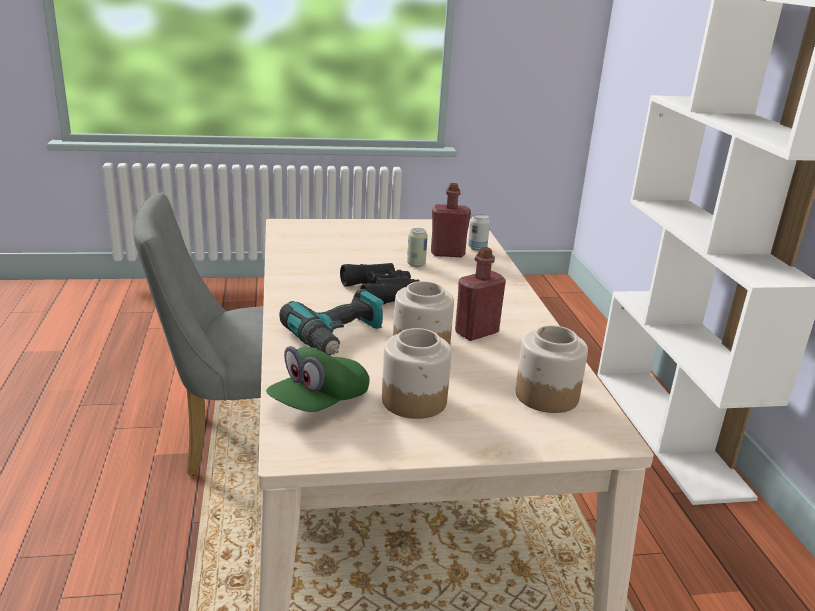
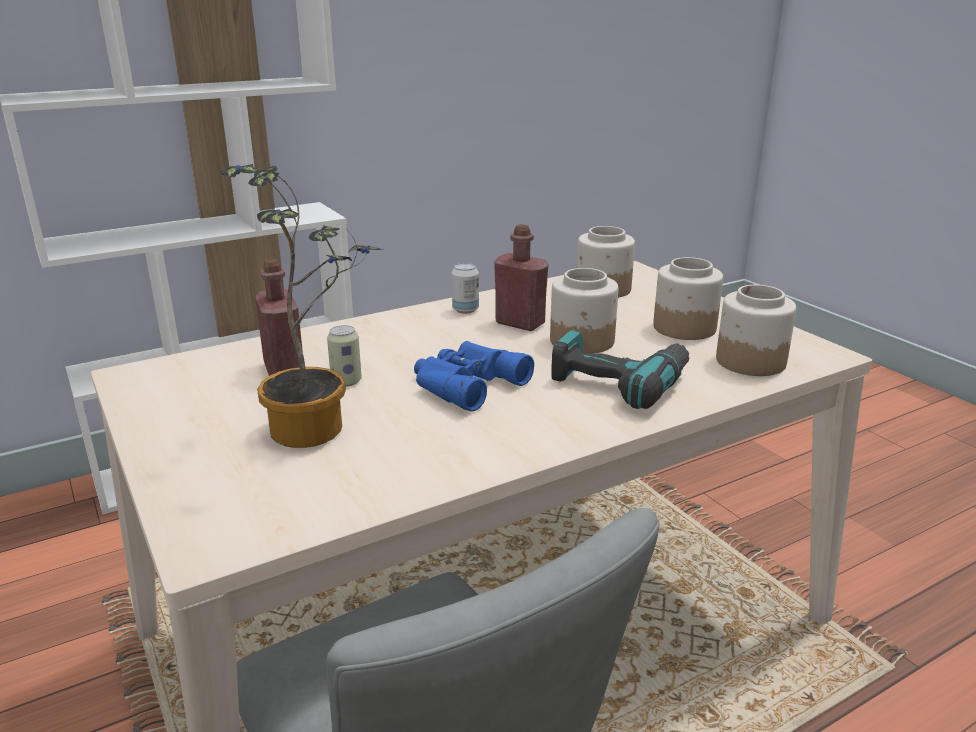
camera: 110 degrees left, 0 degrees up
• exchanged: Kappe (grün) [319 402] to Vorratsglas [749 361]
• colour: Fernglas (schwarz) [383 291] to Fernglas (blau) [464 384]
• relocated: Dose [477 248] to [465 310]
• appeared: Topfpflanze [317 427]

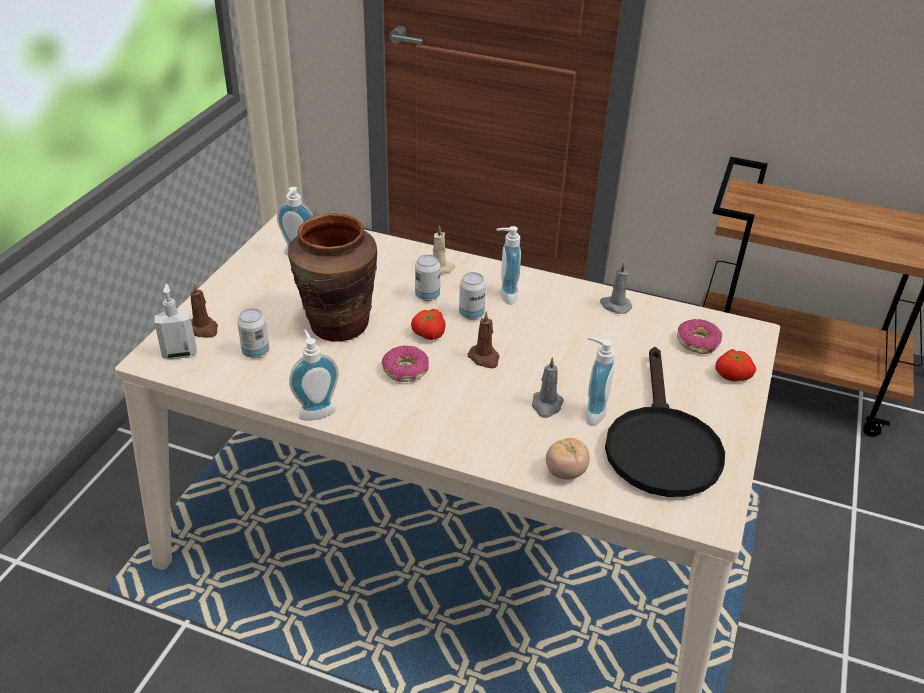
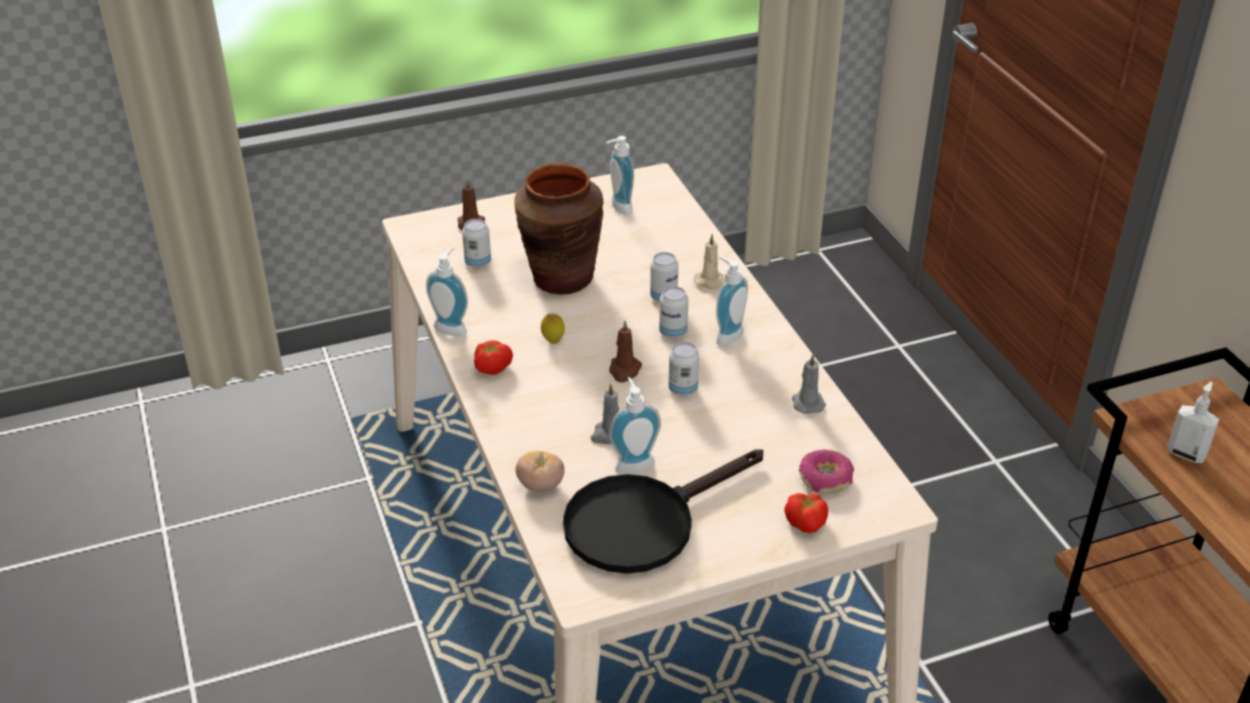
camera: 50 degrees right, 0 degrees up
• relocated: Seifenspender [179 353] to [1186 454]
• exchanged: Donut [405 370] to Zitrone [553 341]
• relocated: Tomate [428 334] to [492 367]
• appeared: Dose [683 389]

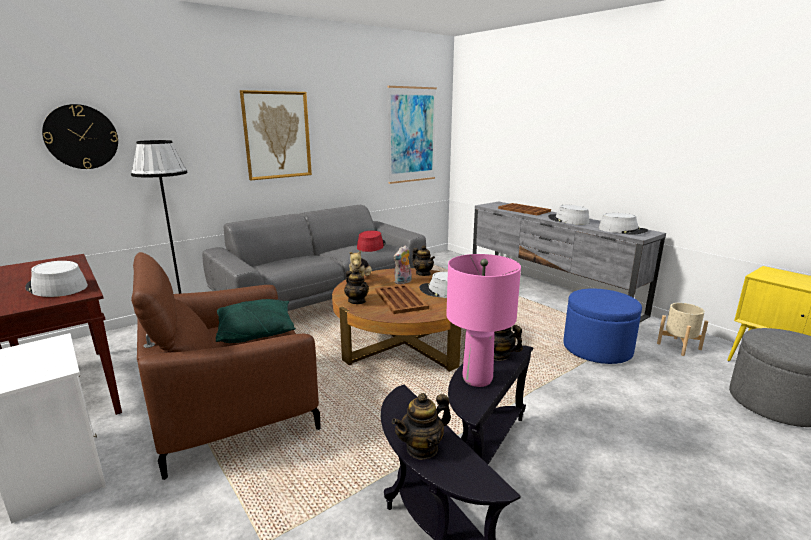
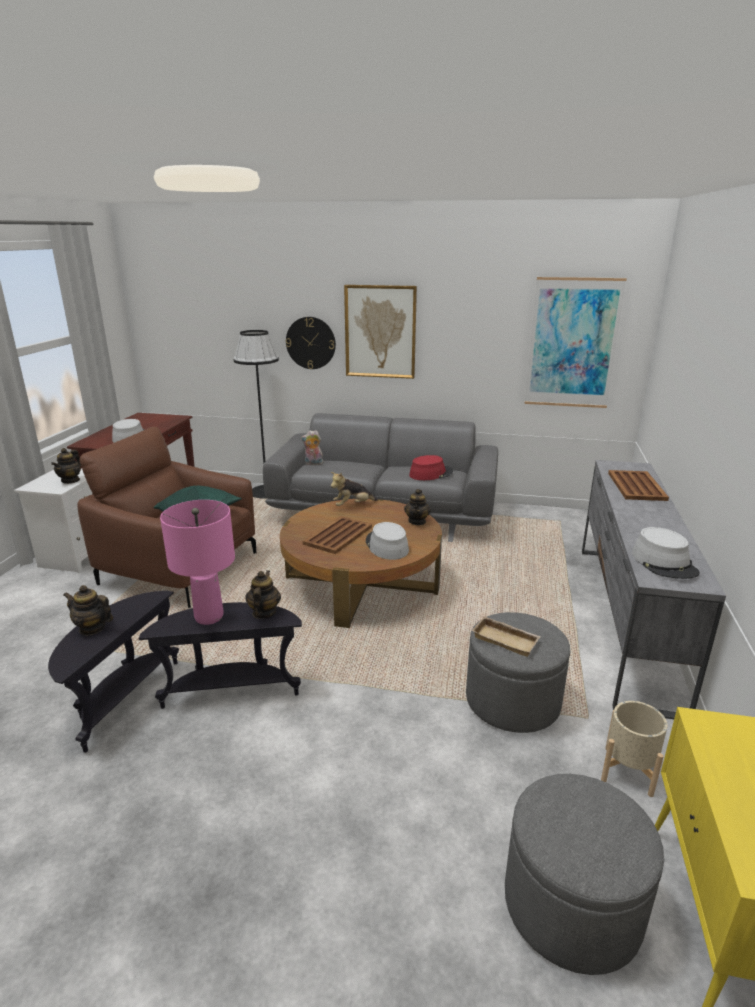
camera: 50 degrees right, 5 degrees up
• relocated: Wanduhr [81 137] to [310 343]
• relocated: Teekanne [357 301] to [70 480]
• relocated: Plüschtier [403 282] to [313 464]
• missing: Hut (grau) [568 220]
• colour: Polsterhocker (blau) [597 349] to Polsterhocker (grau) [512 701]
• appeared: Tablett (beige) [506 639]

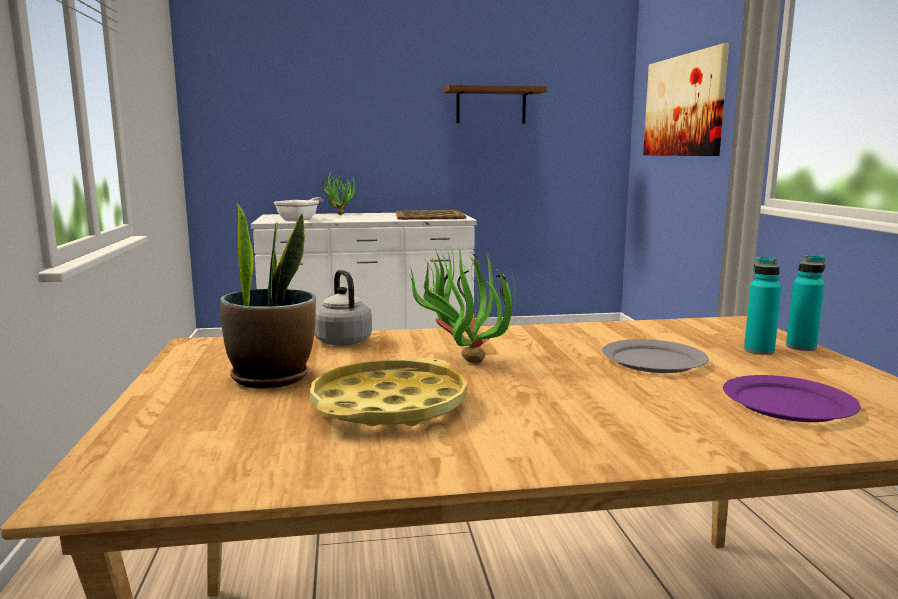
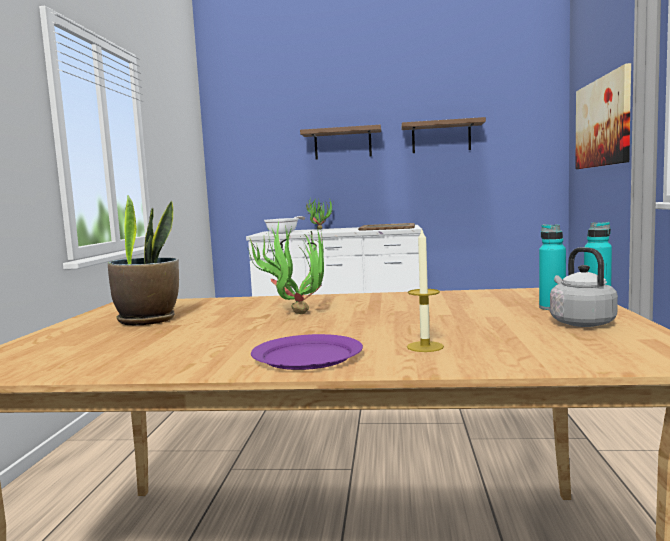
camera: 15 degrees right, 5 degrees down
• missing: Tablett (gelb) [389 406]
• relocated: Wasserkessel (grau) [342 340] to [580 322]
• missing: Teller (grau) [652 360]
• relocated: Teller (lila) [788 404] to [306 356]
• appeared: Wandregal (braun) [342 144]
• appeared: Kerze [425 347]

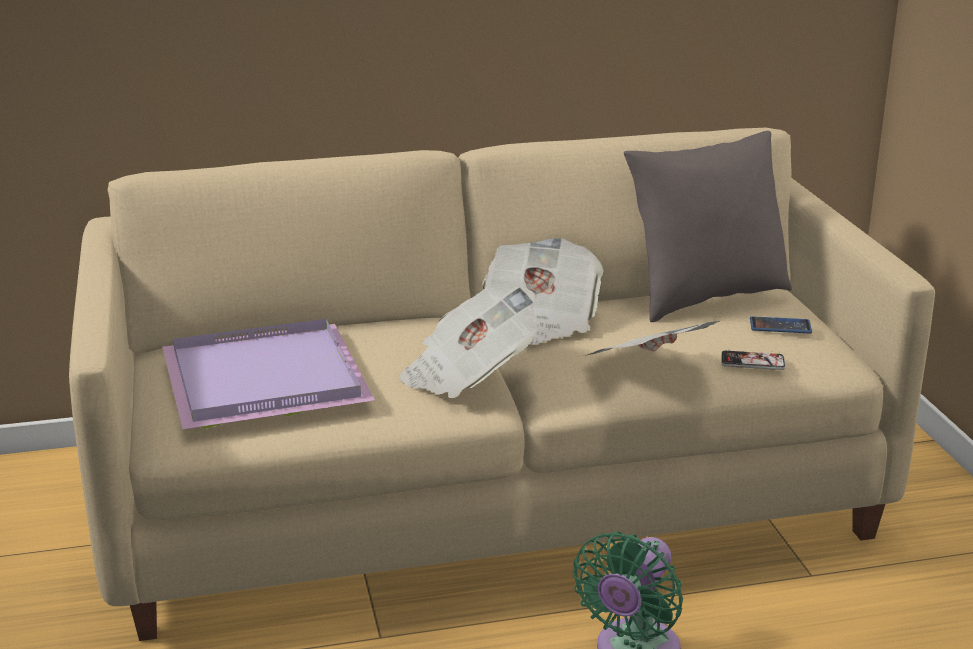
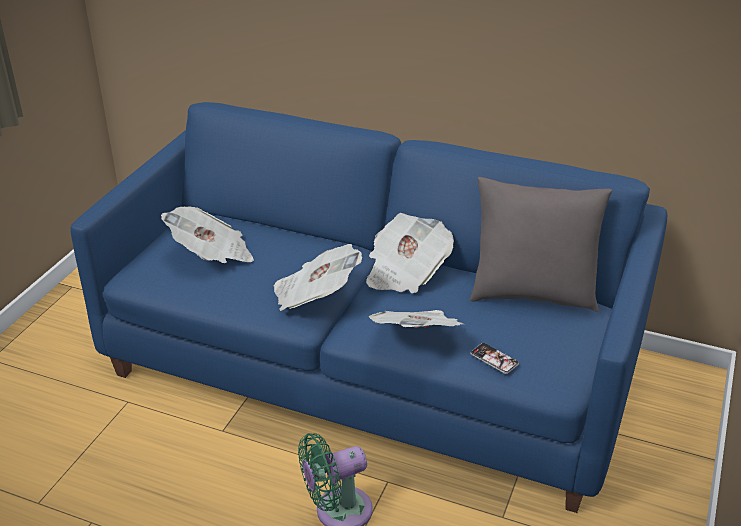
camera: 35 degrees right, 10 degrees up
• colour: Sofa (beige) [488 493] to Sofa (blau) [372 365]
• exchanged: Tablett (lila) [268 378] to Zeitung [212 255]
• missing: Handy [780 326]

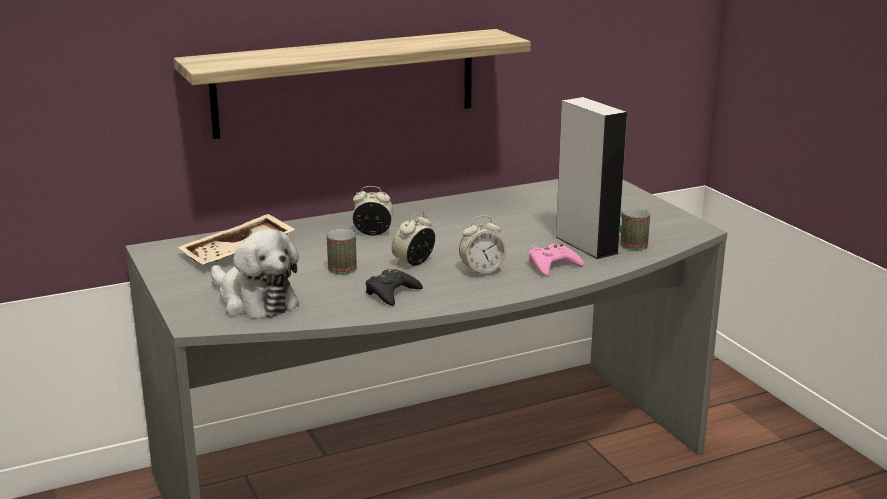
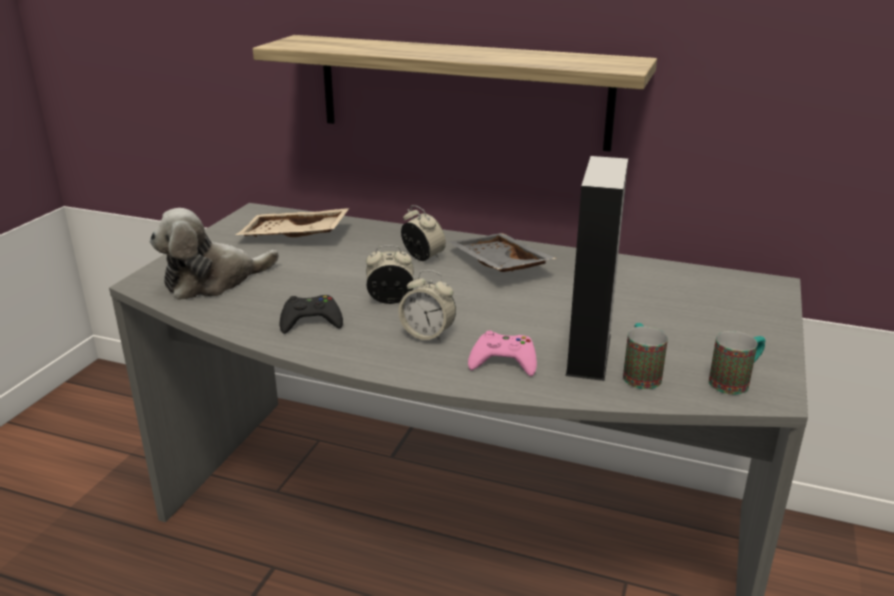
camera: 45 degrees right, 5 degrees up
• spun: Plüschtier [254 301] = [213 281] 60 degrees clockwise
• relocated: Henkelbecher [345 266] to [735 381]
• appeared: Tablett (grau) [497 265]

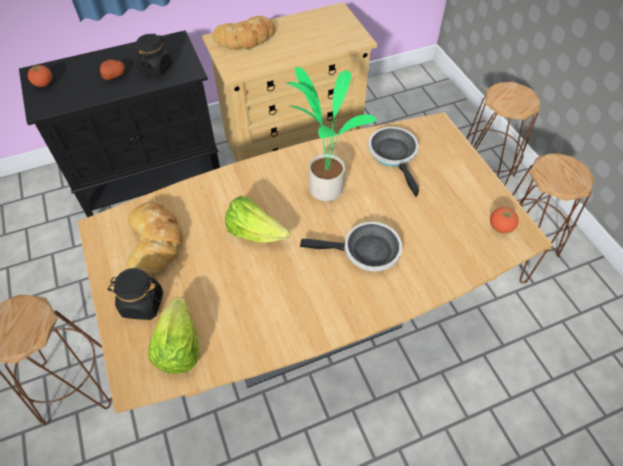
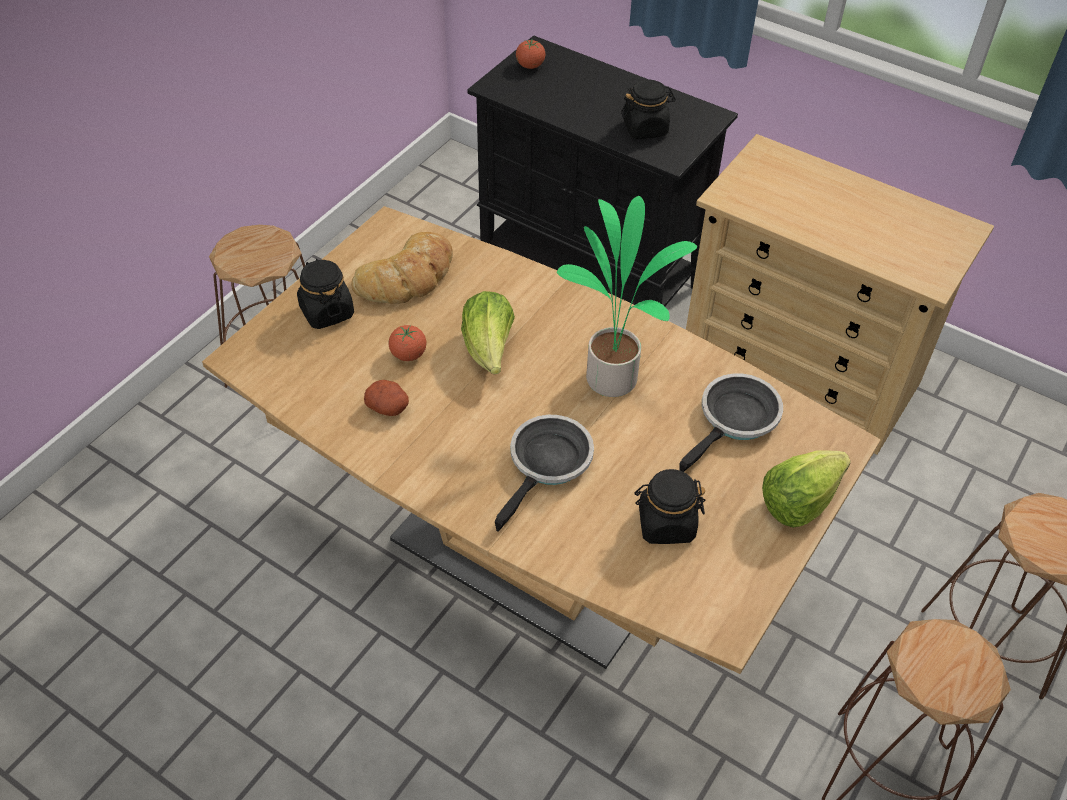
camera: 55 degrees right, 5 degrees down
• relocated: Kartoffel [115 75] to [388 407]
• relocated: Salatkopf [179 347] to [799 501]
• missing: Brot [246 38]
• spun: Pfanne [366 252] = [548 464] 120 degrees counterclockwise
• relocated: Tomate [500 227] to [408 355]
• appeared: Vorratsglas (schwarz) [666 524]

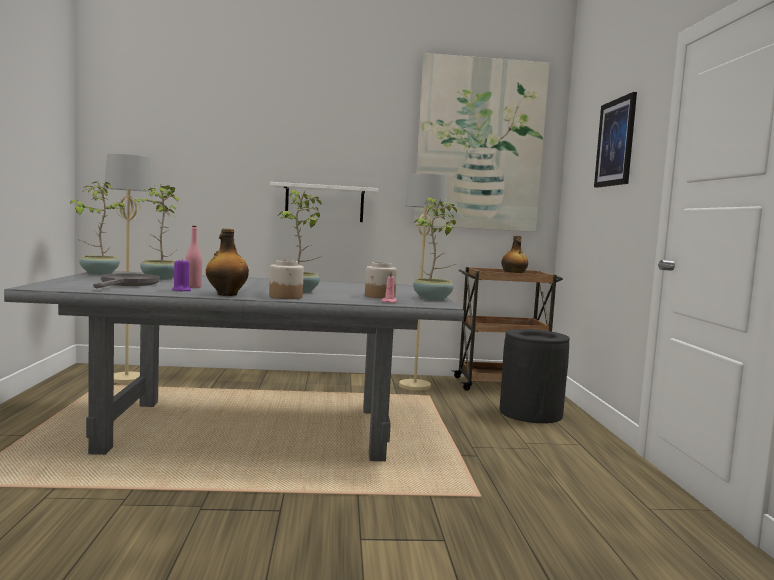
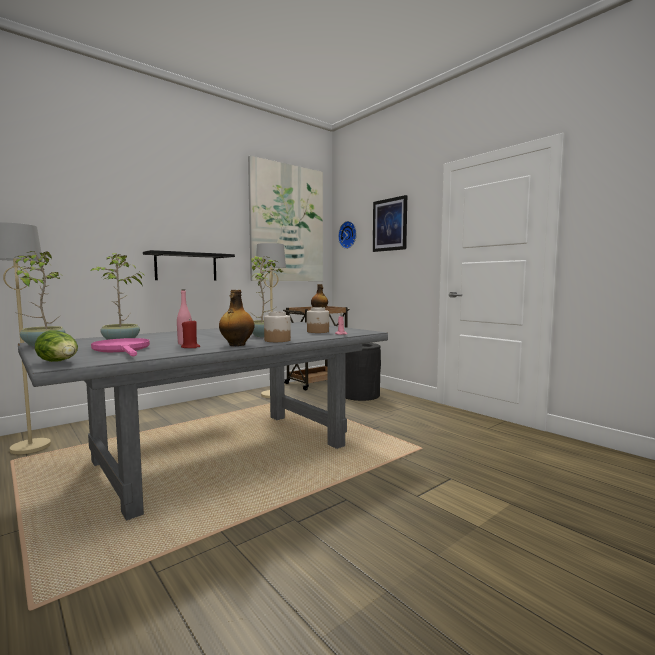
camera: 35 degrees left, 0 degrees up
• colour: Pfanne (grau) [127 284] to Pfanne (rosa) [123 350]
• colour: Kerze (lila) [181 290] to Kerze (rot) [190 347]
• colour: Wandregal (weiß) [324 203] to Wandregal (schwarz) [186 267]
• missing: Topfpflanze [433 299]
• appeared: Salatkopf [60 362]
• appeared: Wanduhr [348 235]

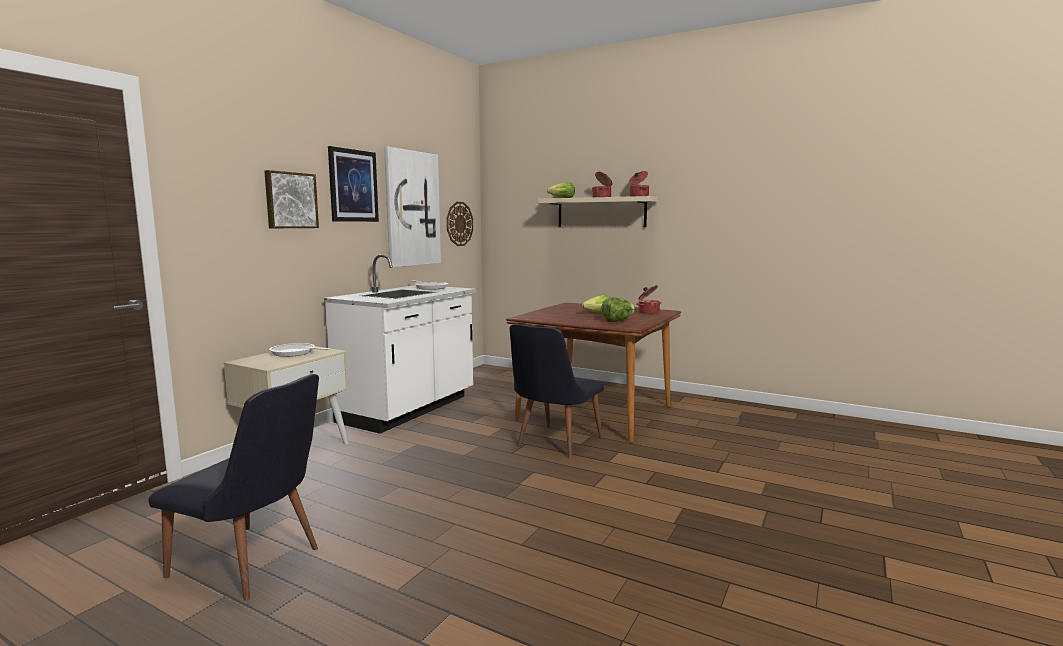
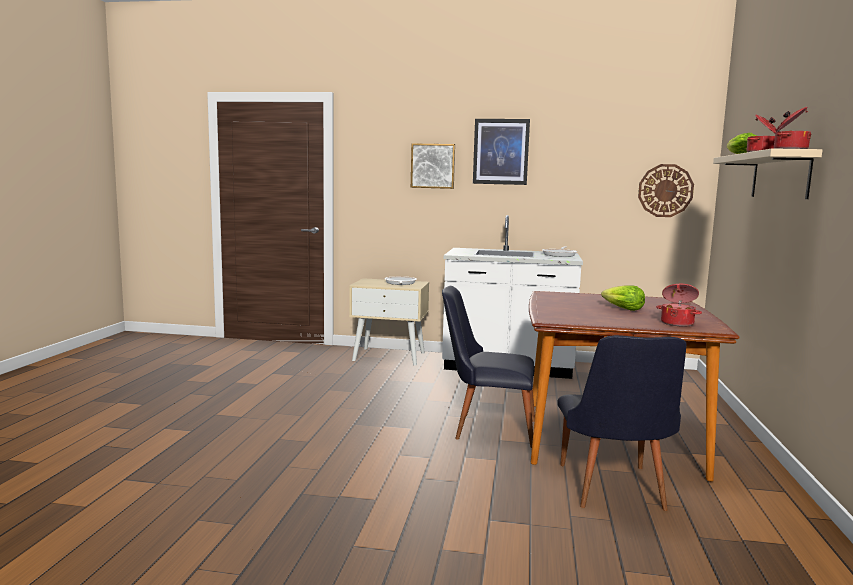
camera: 70 degrees right, 0 degrees up
• relocated: Stuhl (schwarz) [254 565] to [612 492]
• missing: Bild [412 209]
• missing: Salatkopf [617 321]

